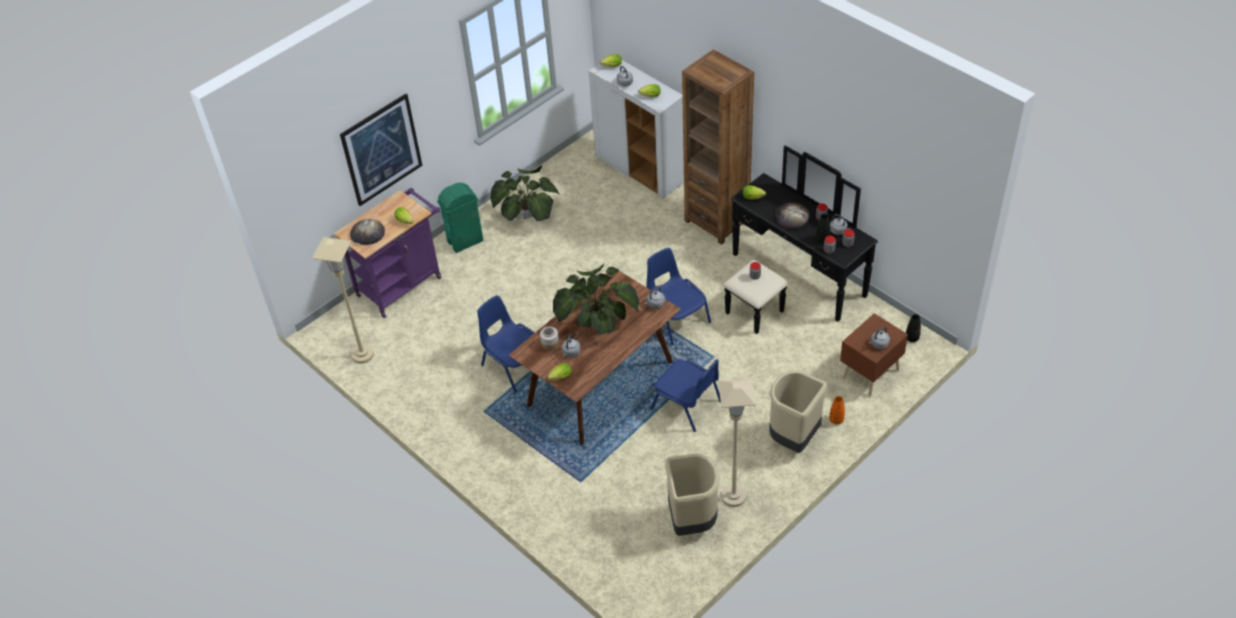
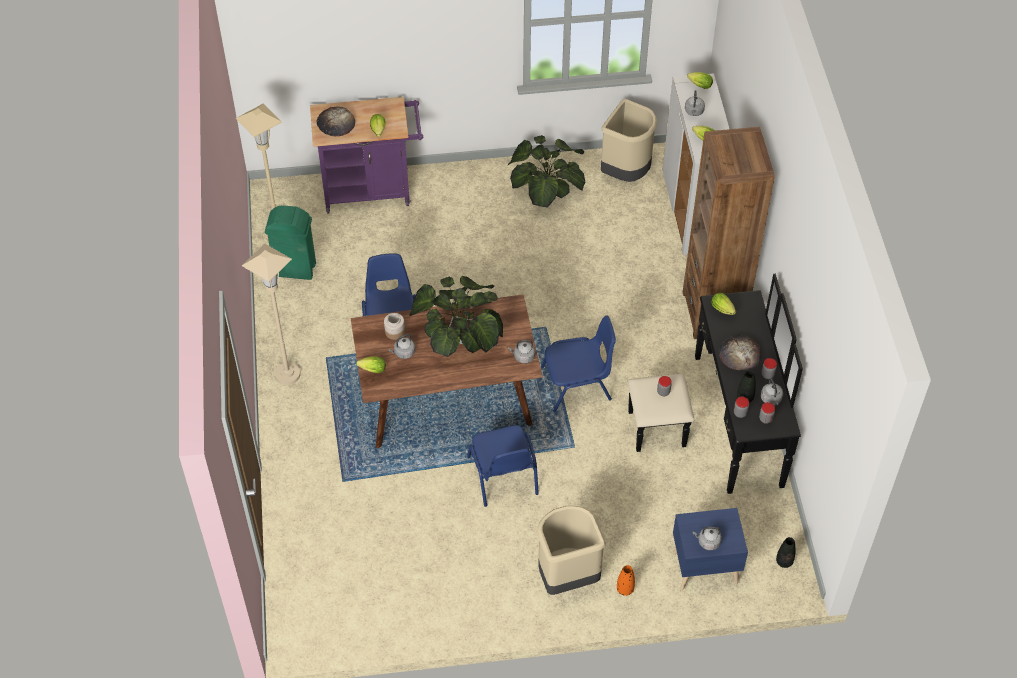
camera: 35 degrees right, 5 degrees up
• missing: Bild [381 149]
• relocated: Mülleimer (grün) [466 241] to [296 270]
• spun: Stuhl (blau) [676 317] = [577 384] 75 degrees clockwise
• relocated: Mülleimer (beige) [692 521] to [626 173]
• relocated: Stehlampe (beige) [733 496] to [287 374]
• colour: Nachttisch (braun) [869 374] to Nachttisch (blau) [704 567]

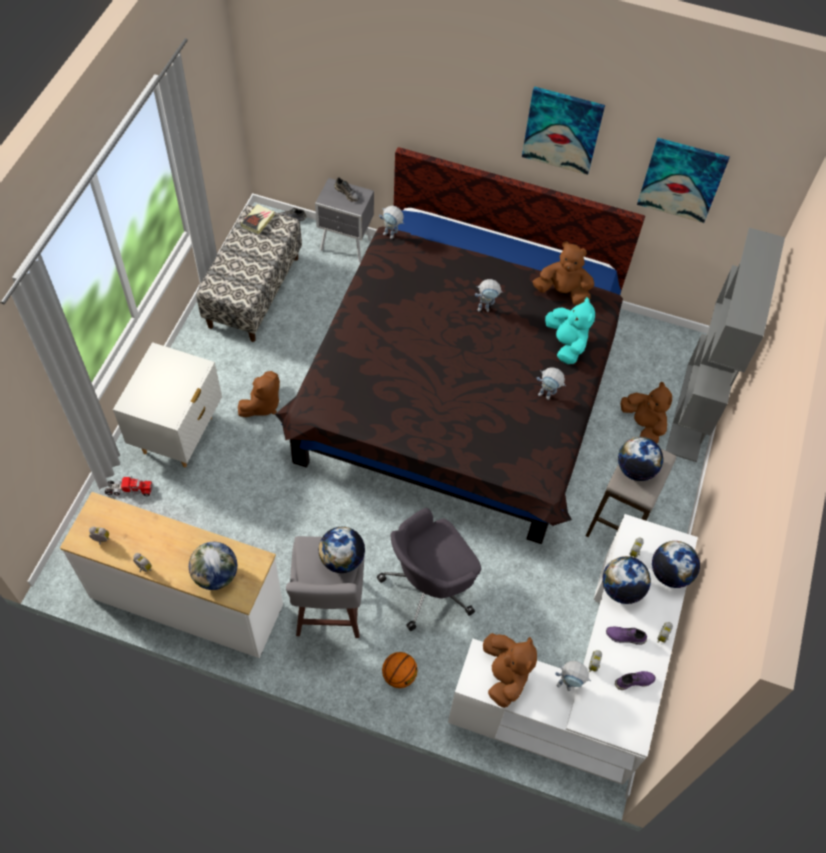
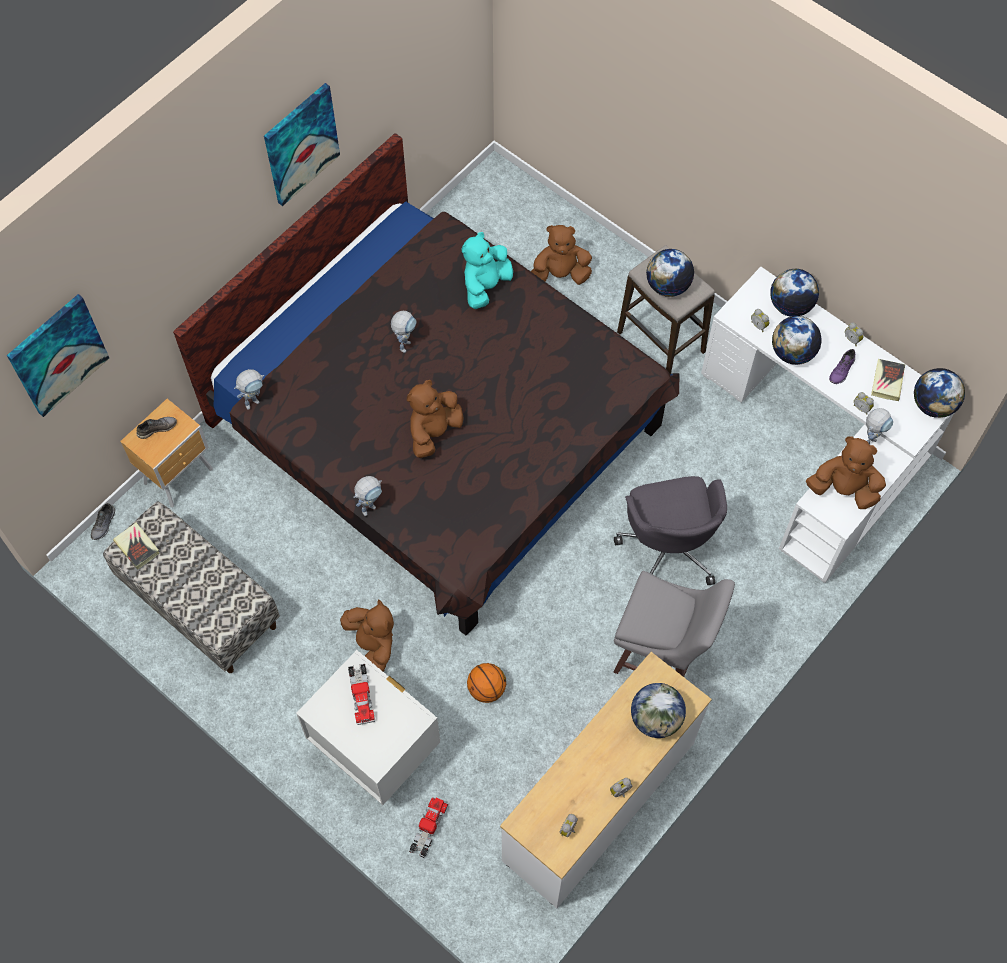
camera: 65 degrees left, 5 degrees up
• colour: Nachttisch (grau) [346 246] to Nachttisch (braun) [180 476]
• relocated: Globus [341 559] to [933 405]
• relocated: Basketball [399 675] to [486 689]
• relocated: Plüschtier (braun) [562 292] to [434 431]
• relocated: Spielzeugroboter [548 396] to [370 506]
• spun: Plüschtier (türkis) [566 344] = [485 286] 60 degrees counterclockwise
• exchanged: Schuh (lila) [634 681] to Buch [887 381]
• relocated: Bild [681 179] to [58 355]
• missing: Bücherregal (grau) [692 412]
• appeared: Spielzeuglaster [361 695]

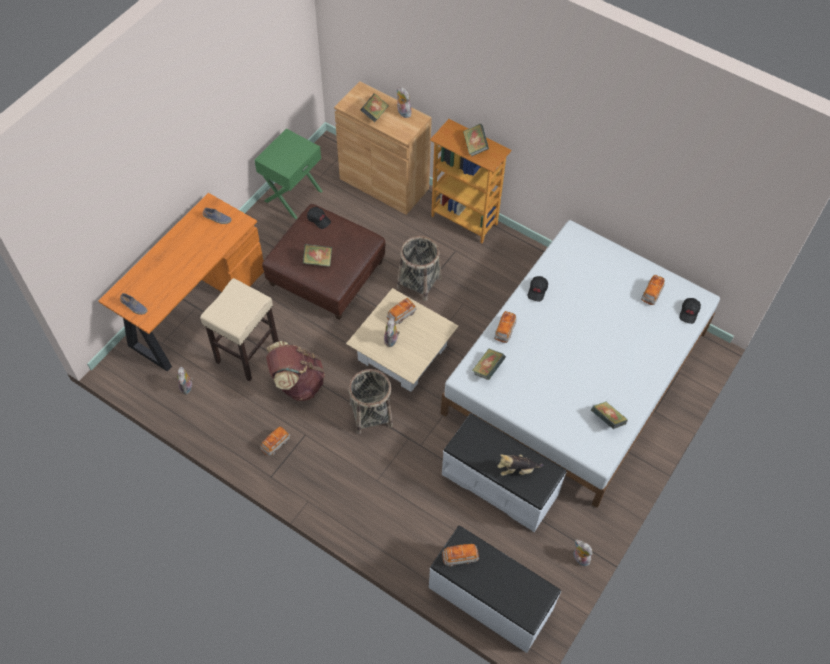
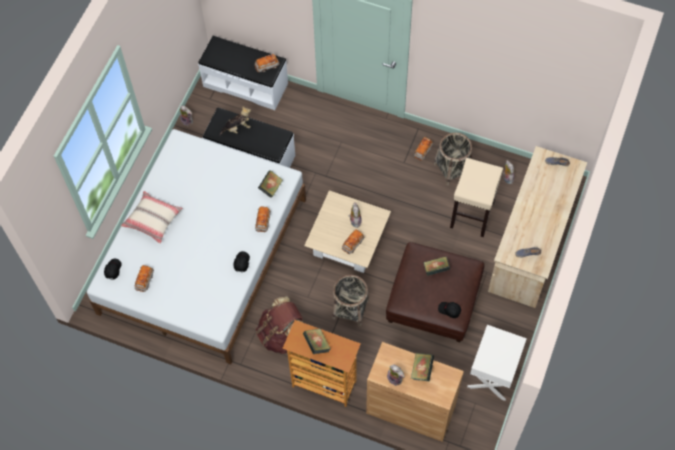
camera: 170 degrees right, 5 degrees up
• colour: Schreibtisch (orange) [194 308] to Schreibtisch (beige) [532 243]
• colour: Nachttisch (grün) [292 195] to Nachttisch (weiß) [493 375]
• relocated: Rucksack (braun) [297 383] to [281 335]
• relocated: Korb [371 414] to [452 169]
• missing: Buch [607 420]
• appeared: Kissen (beige) [152 220]

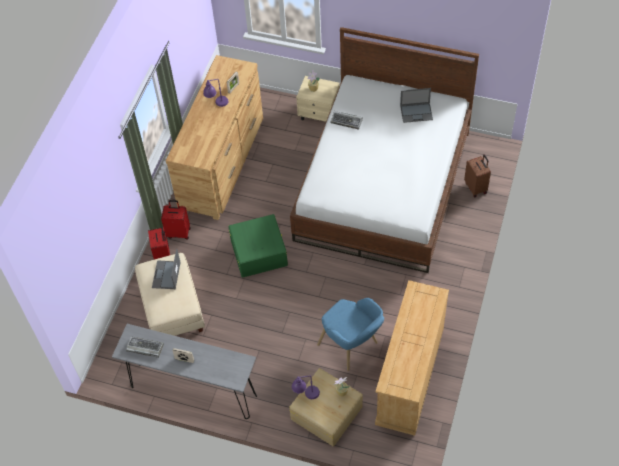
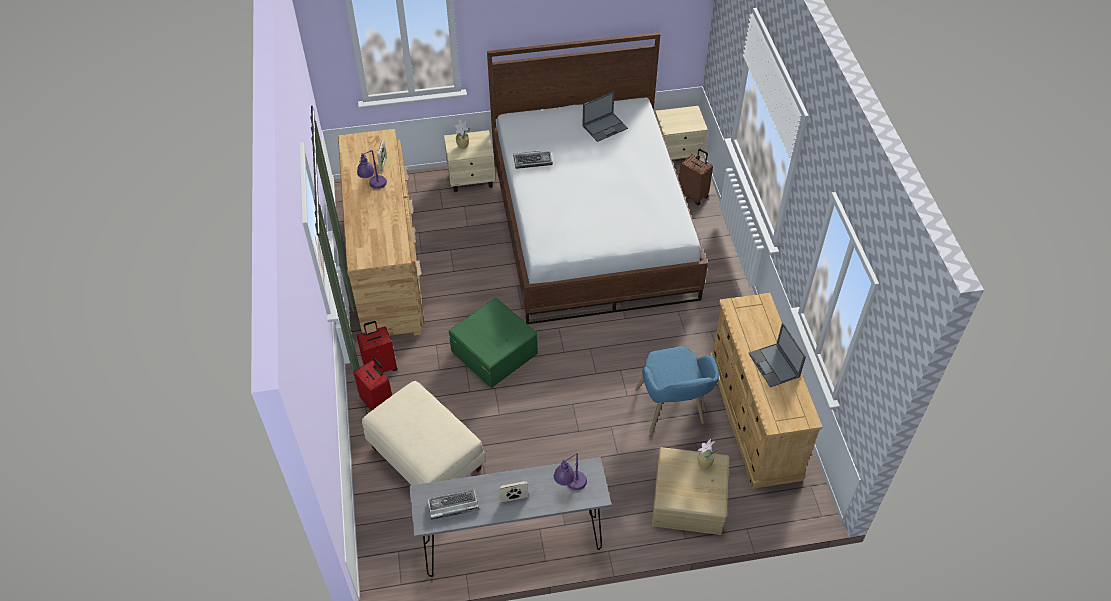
camera: 30 degrees left, 5 degrees down
• relocated: Laptop [166 275] to [774 365]
• relocated: Tischlampe (lila) [306 395] to [570 487]
• spun: Sessel (blau) [353 348] = [672 414] 60 degrees clockwise
• appeared: Nachttisch (beige) [678 154]

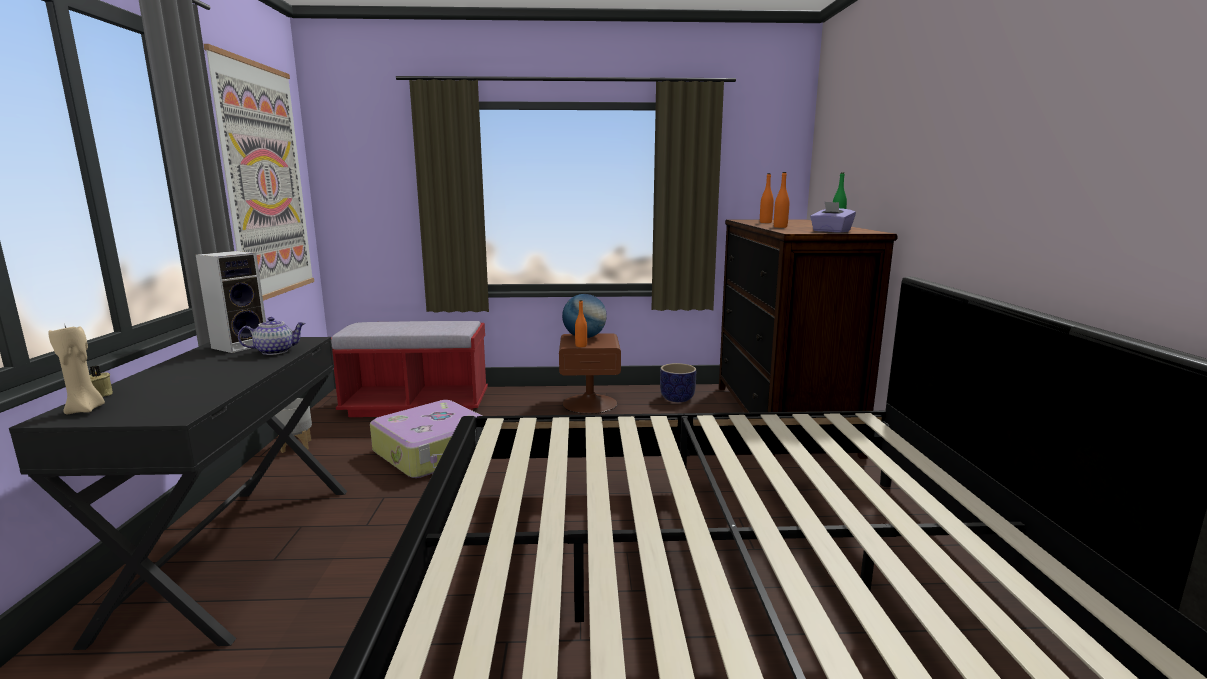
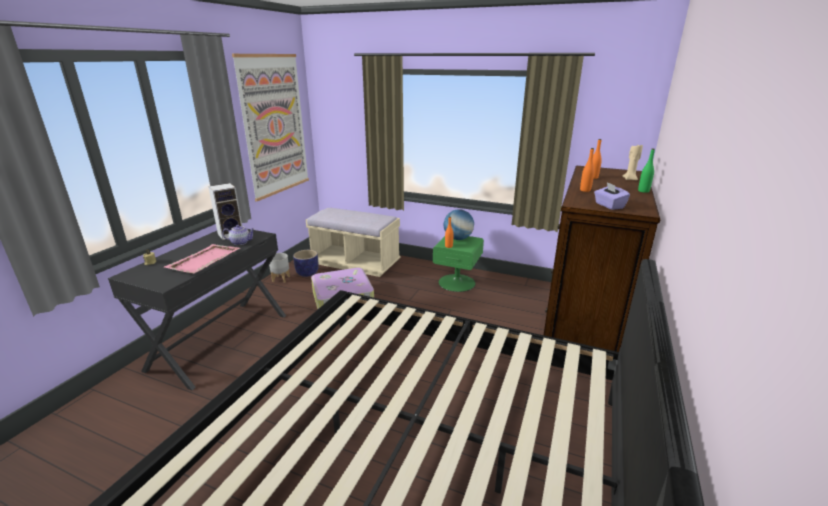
camera: 25 degrees right, 10 degrees up
• relocated: Kerze (beige) [86 410] to [630 179]
• colour: Bank (rot) [416 406] to Bank (beige) [355 263]
• colour: Nachttisch (braun) [590 403] to Nachttisch (grün) [457 282]
• relocated: Pflanzkübel [677 398] to [307 273]
• appeared: Tablett (rosa) [204 260]

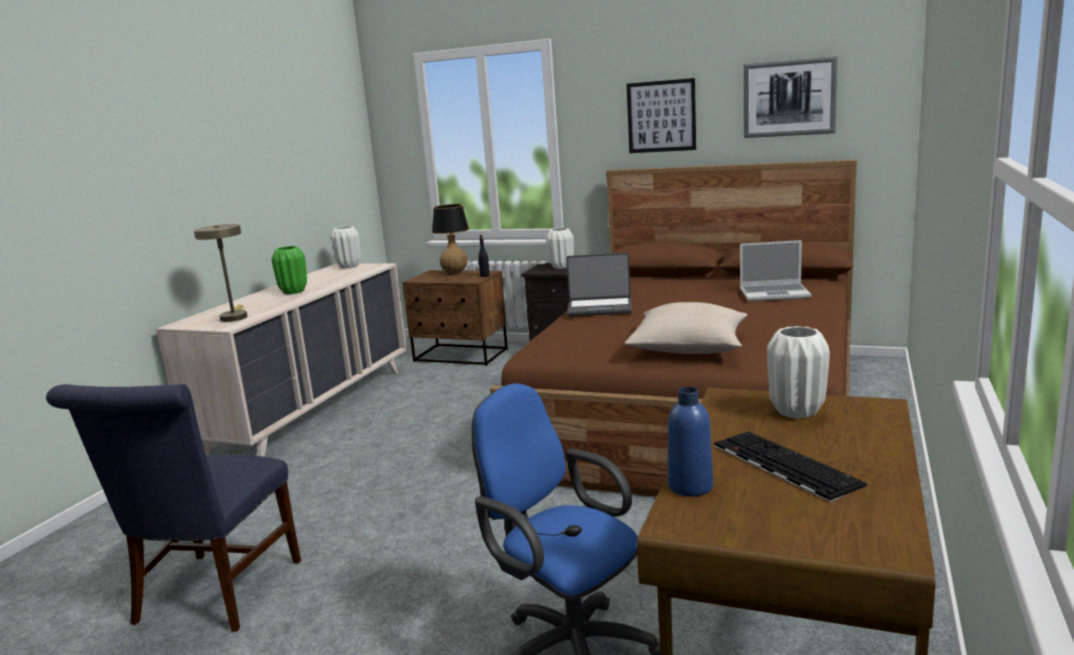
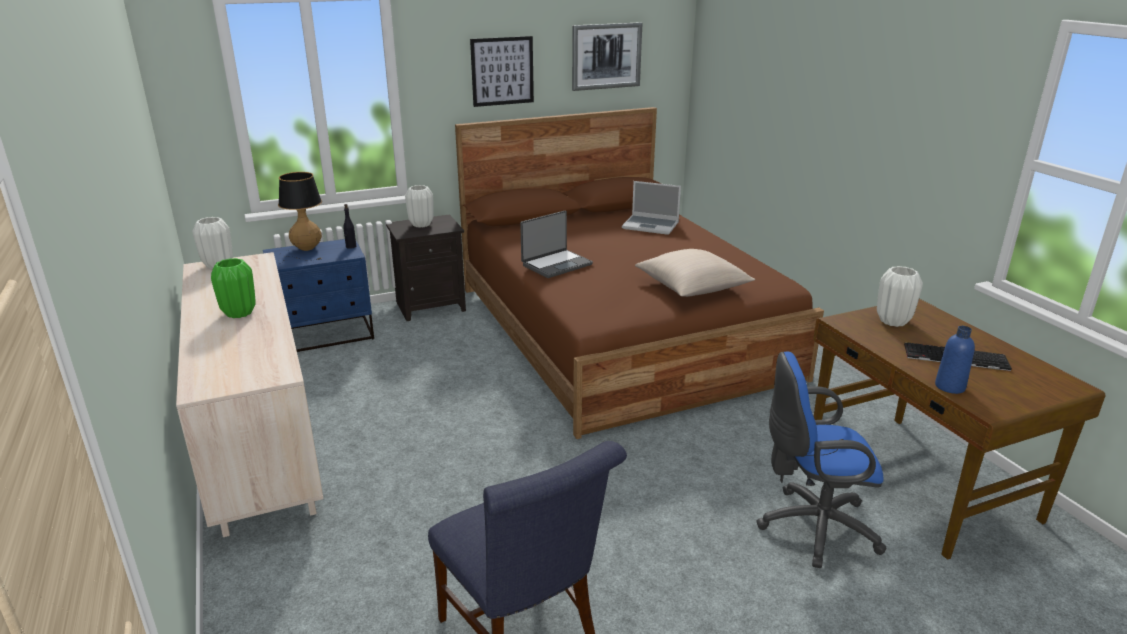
camera: 45 degrees left, 10 degrees up
• missing: Tischlampe (beige) [234 317]
• colour: Nachttisch (braun) [461 356] to Nachttisch (blau) [326 335]
• spun: Laptop [775 294] = [651 226] 60 degrees clockwise

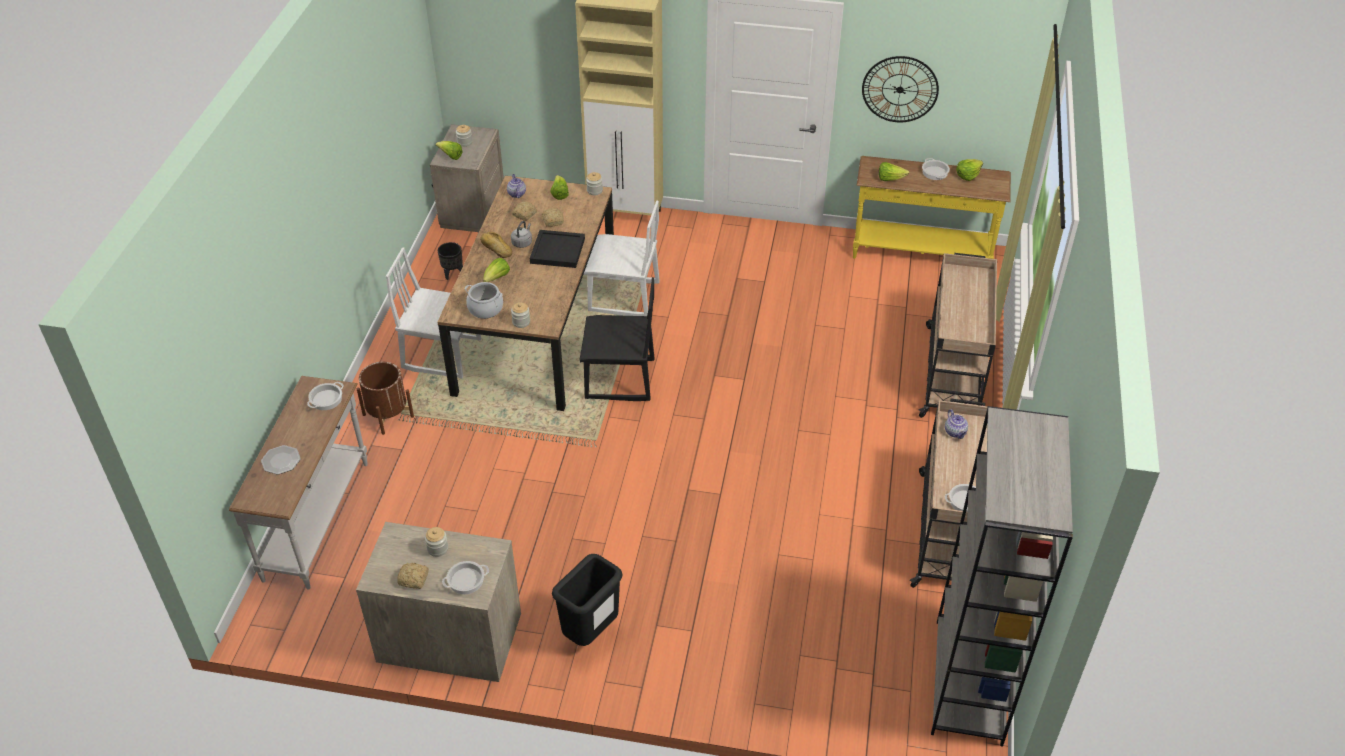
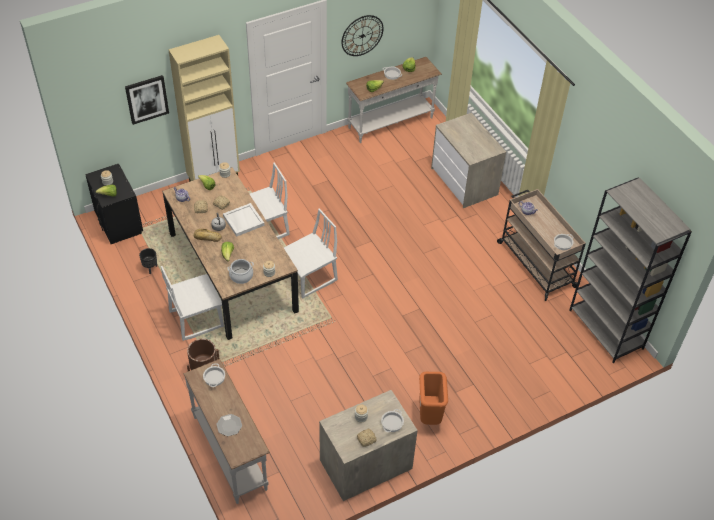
camera: 40 degrees left, 5 degrees up
• colour: Nachttisch (beige) [471 210] to Nachttisch (schwarz) [118 223]
• colour: Tablett (schwarz) [557 250] to Tablett (weiß) [243 220]
• colour: Mülleimer (schwarz) [591 633] to Mülleimer (orange) [430 416]
• colour: Stuhl (schwarz) [620 380] to Stuhl (weiß) [309 277]
• colour: Konsolentisch (gelb) [921 254] to Konsolentisch (weiß) [391 123]
• exchanged: Rollwagen (beige) [952 372] to Kommode [464 181]
• appeared: Bild [147 99]

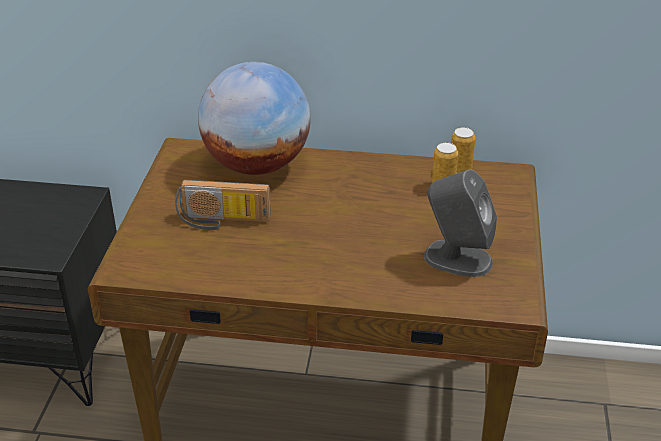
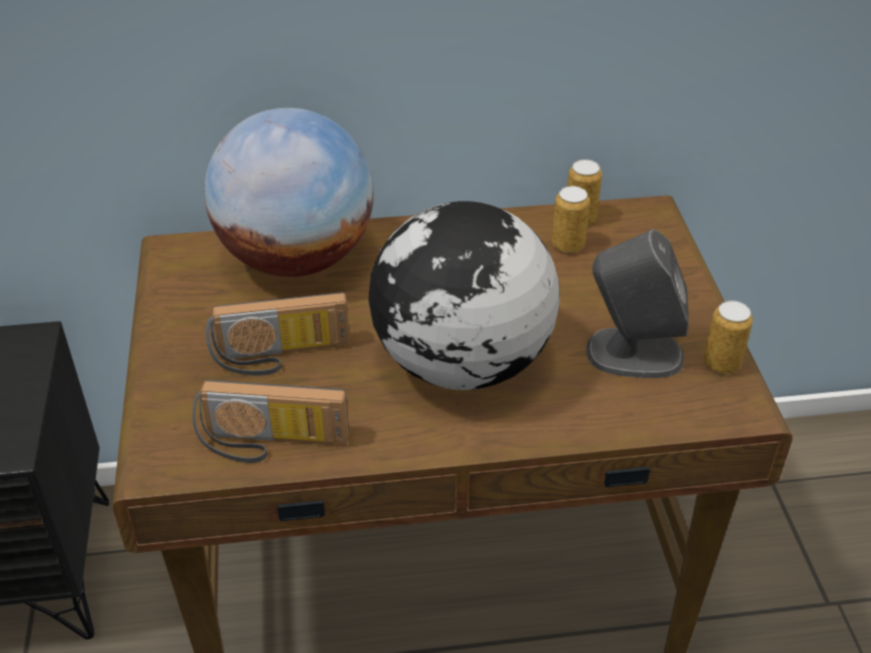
camera: 15 degrees left, 5 degrees up
• appeared: Radio [271 444]
• appeared: Globus [460 364]
• appeared: Dose [721 364]

